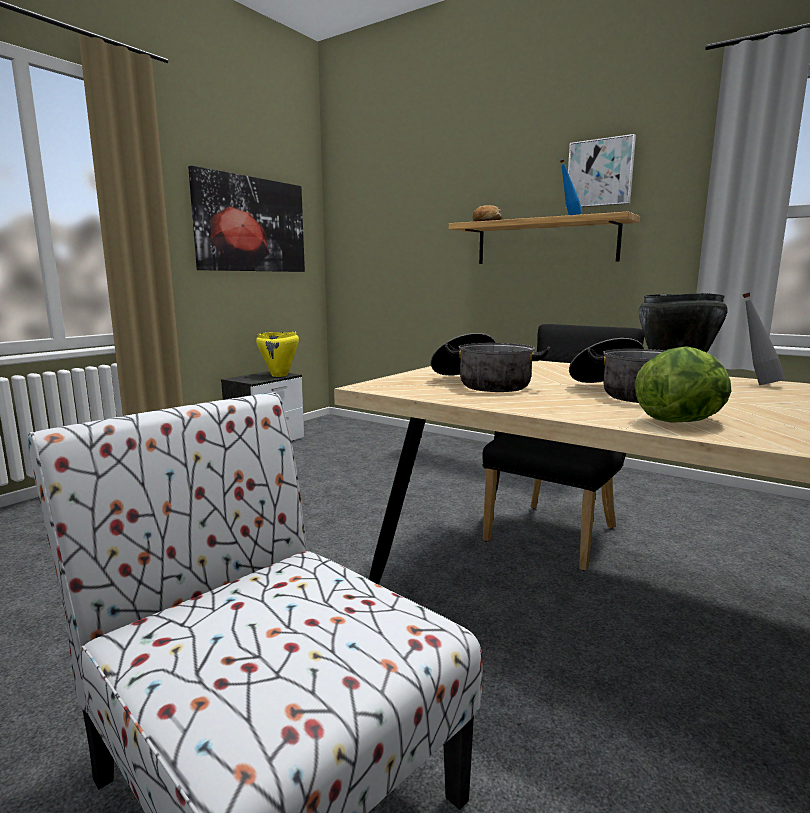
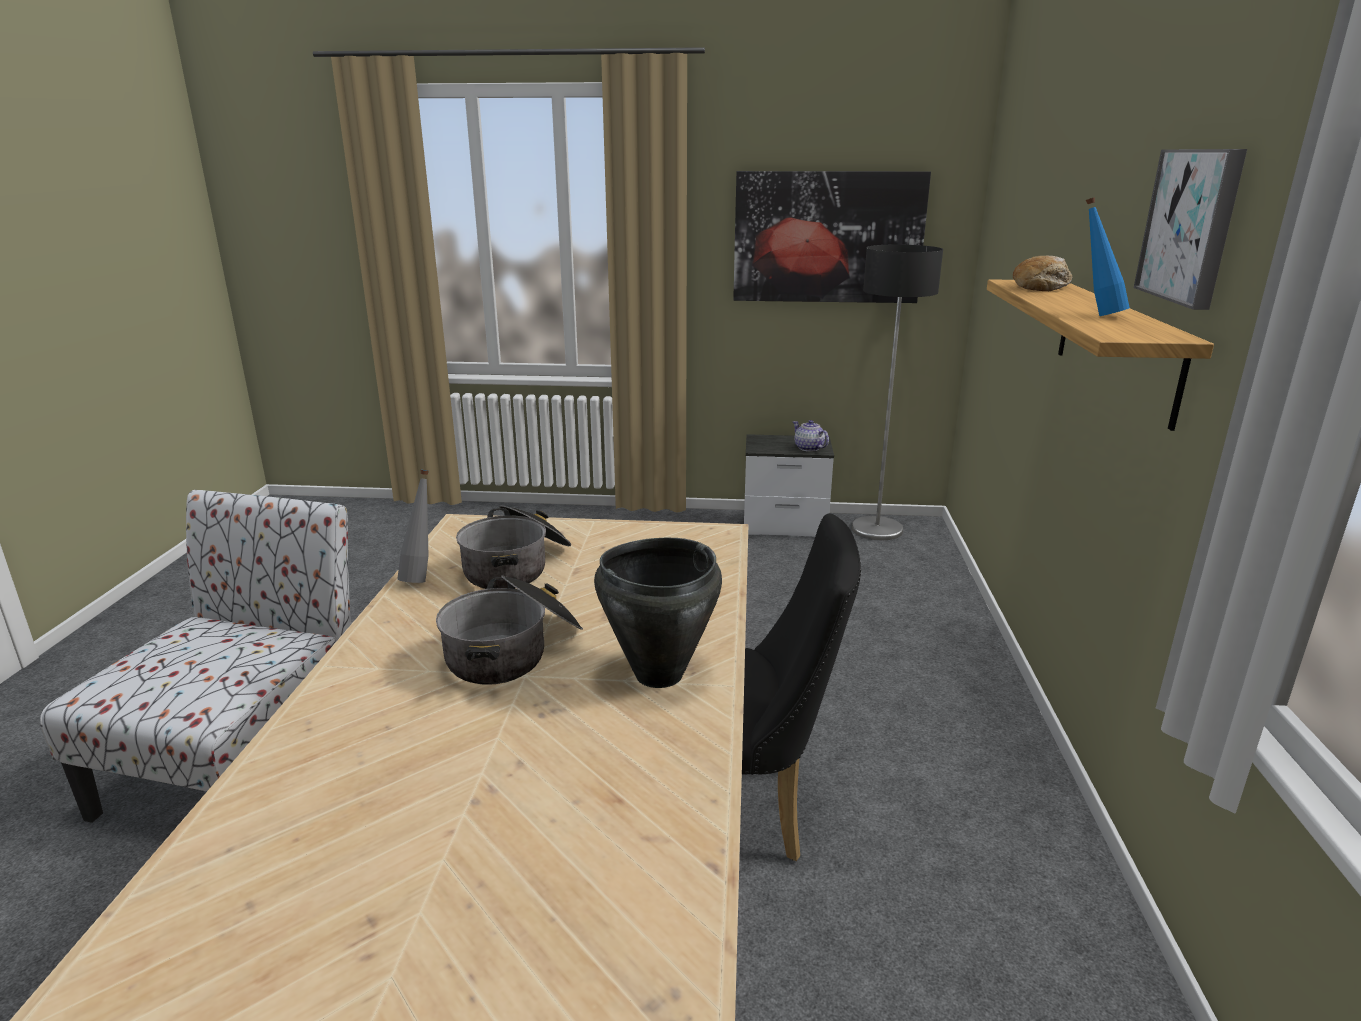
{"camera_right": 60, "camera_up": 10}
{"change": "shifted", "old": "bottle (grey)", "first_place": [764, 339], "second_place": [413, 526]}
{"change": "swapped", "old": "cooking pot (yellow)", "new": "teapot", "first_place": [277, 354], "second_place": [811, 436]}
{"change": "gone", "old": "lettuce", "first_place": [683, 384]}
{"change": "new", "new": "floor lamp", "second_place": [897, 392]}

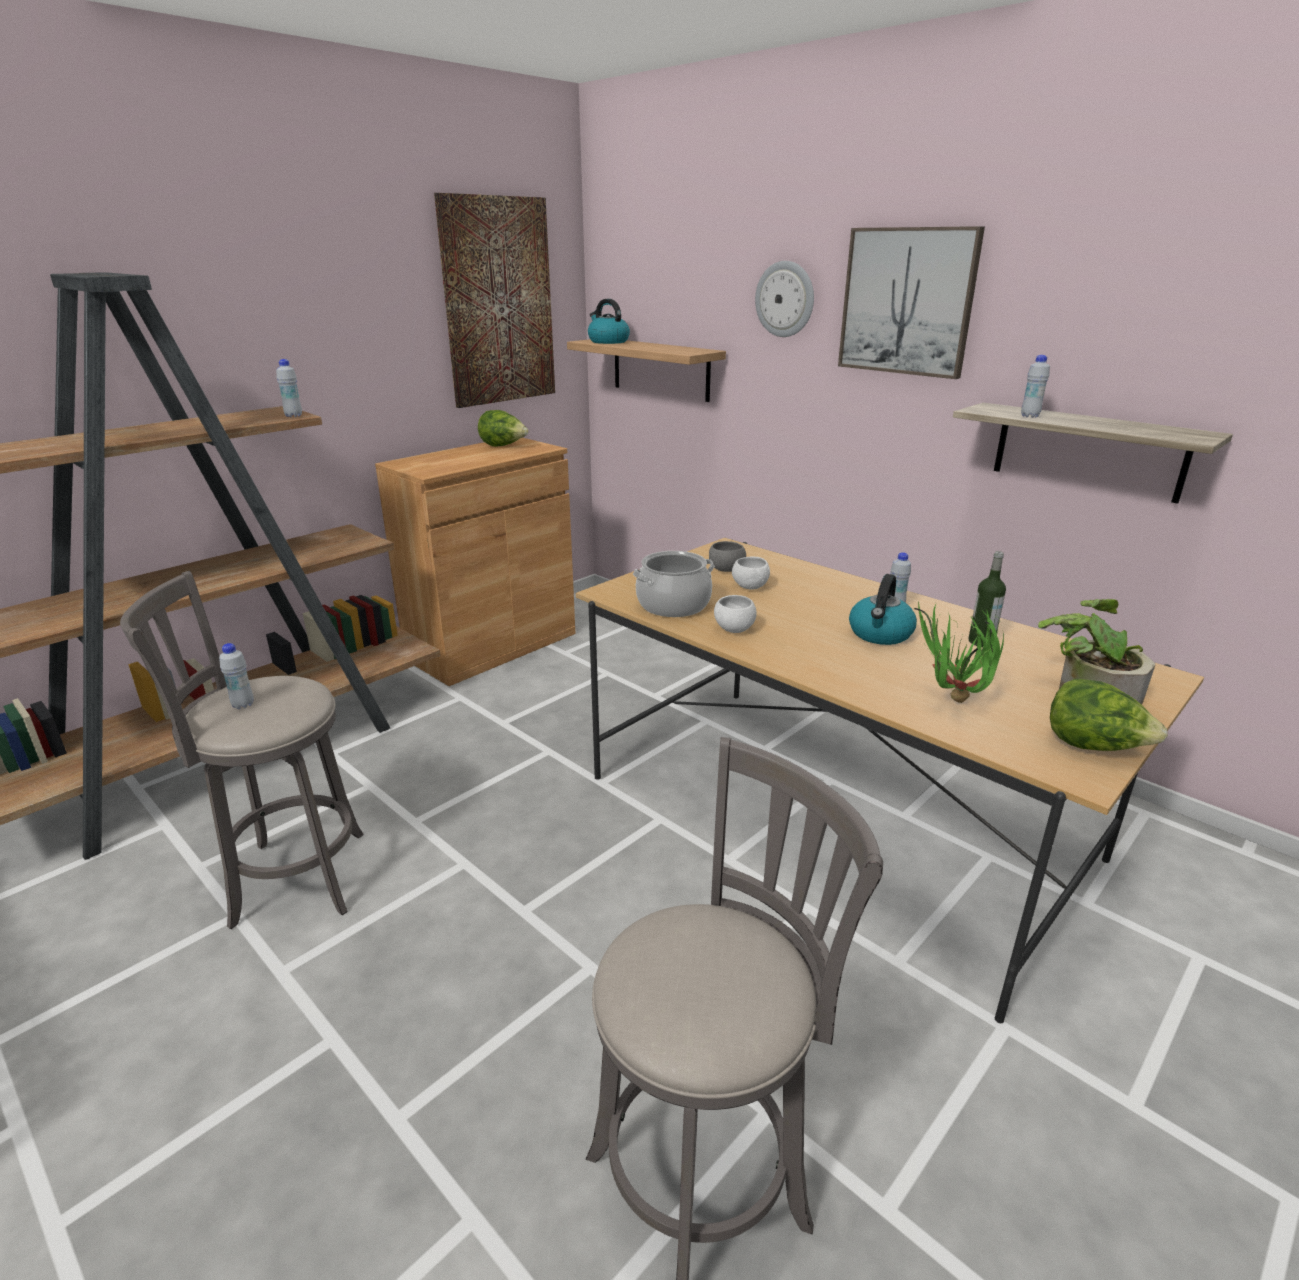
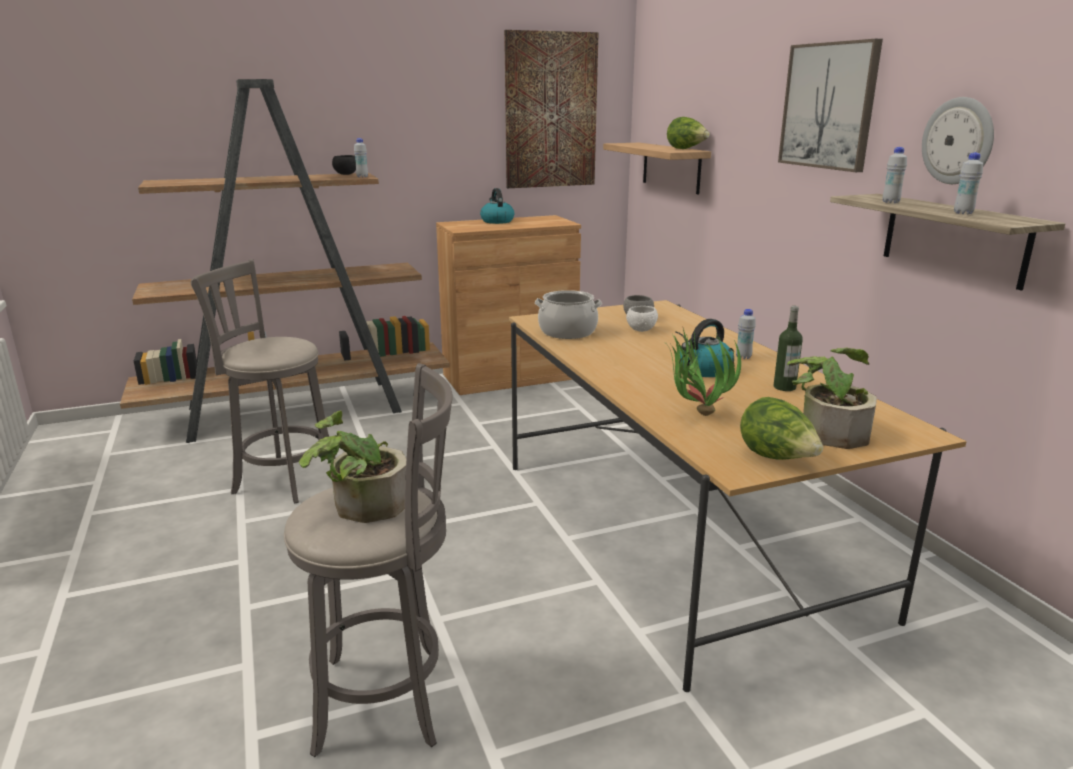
{"camera_right": 25, "camera_up": -5}
{"change": "shifted", "old": "wall clock", "first_place": [784, 299], "second_place": [958, 140]}
{"change": "shifted", "old": "kettle", "first_place": [609, 321], "second_place": [497, 206]}
{"change": "shifted", "old": "lettuce", "first_place": [503, 428], "second_place": [688, 133]}
{"change": "gone", "old": "bowl (white)", "first_place": [735, 614]}
{"change": "shifted", "old": "bottle (white)", "first_place": [236, 676], "second_place": [968, 183]}
{"change": "new", "new": "bowl (black)", "second_place": [344, 165]}
{"change": "new", "new": "potted plant", "second_place": [352, 467]}

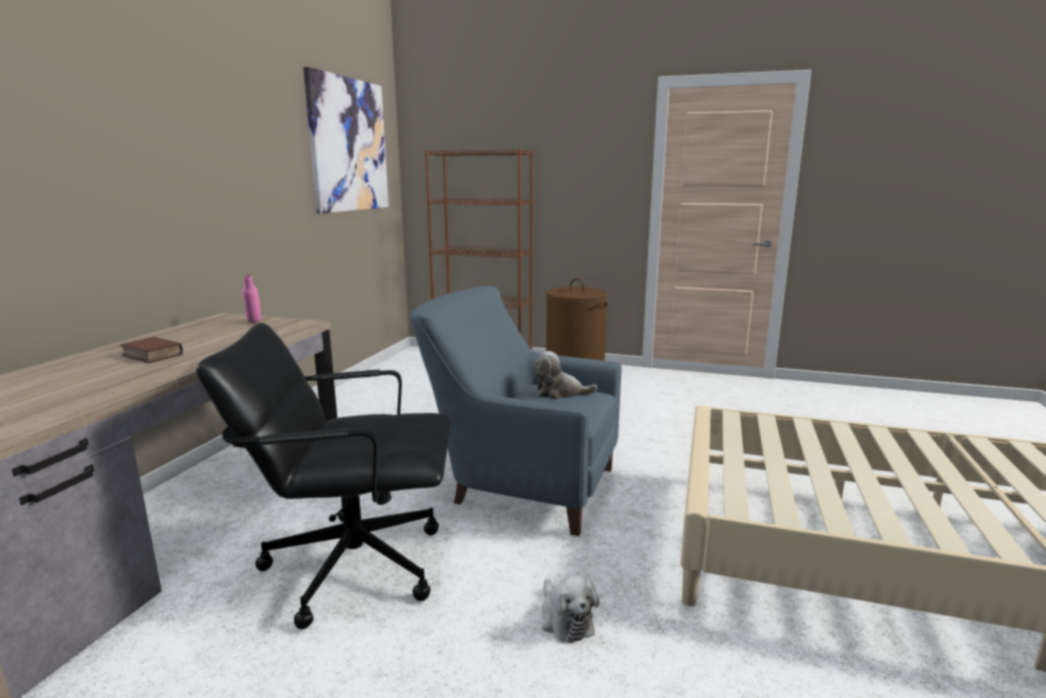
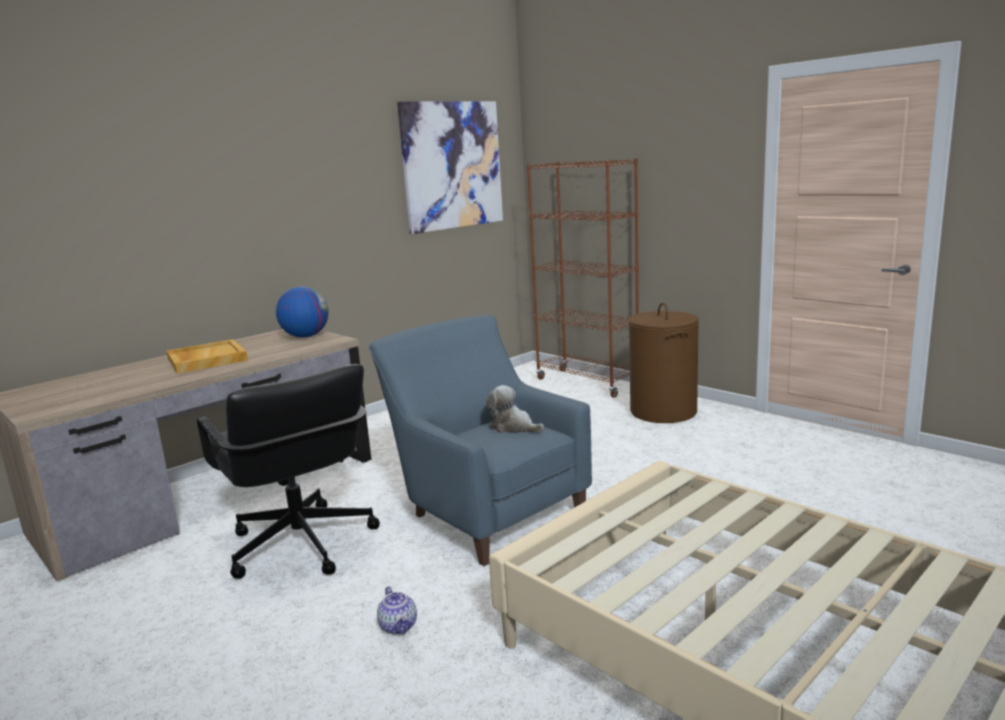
{"camera_right": 30, "camera_up": 0}
{"change": "swapped", "old": "bottle (pink)", "new": "globe", "first_place": [251, 298], "second_place": [302, 312]}
{"change": "rotated", "old": "office chair (black)", "first_place": [323, 476], "second_place": [288, 471], "degrees": -150}
{"change": "swapped", "old": "book", "new": "tray (beige)", "first_place": [151, 350], "second_place": [207, 356]}
{"change": "swapped", "old": "plush toy", "new": "teapot", "first_place": [570, 609], "second_place": [397, 610]}

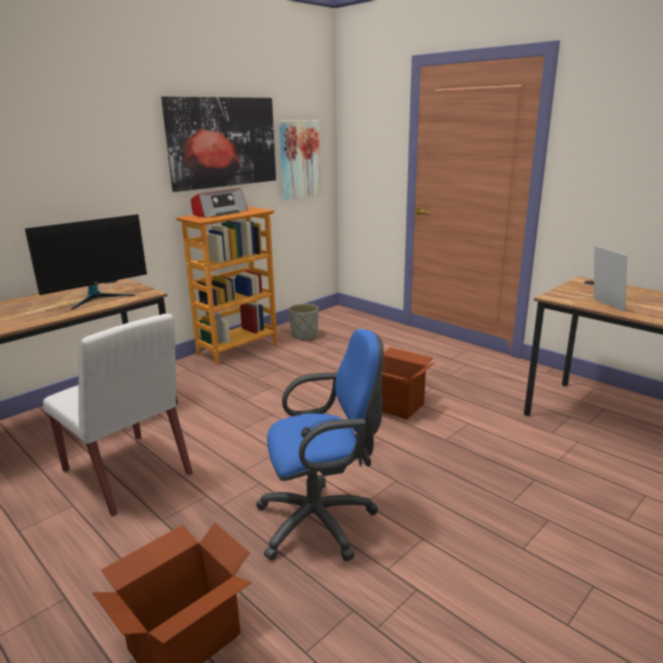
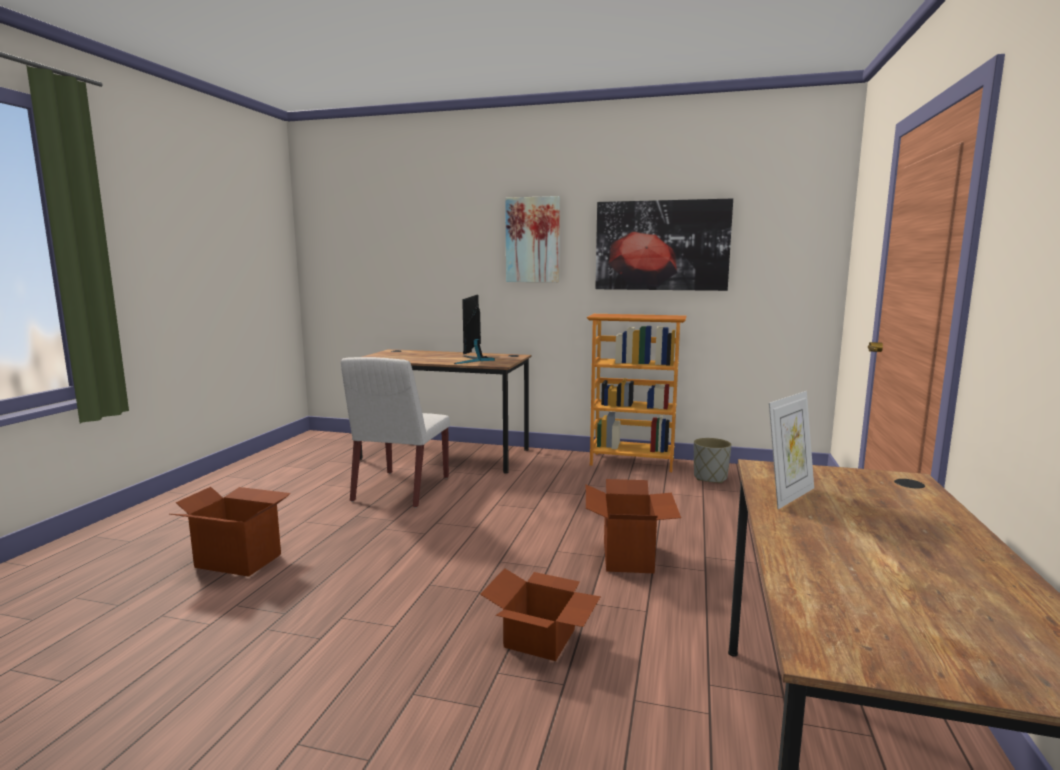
{"camera_right": 60, "camera_up": -10}
{"change": "shifted", "old": "picture", "first_place": [299, 160], "second_place": [532, 239]}
{"change": "gone", "old": "radio", "first_place": [219, 203]}
{"change": "rotated", "old": "monitor", "first_place": [86, 262], "second_place": [474, 329], "degrees": 75}
{"change": "gone", "old": "office chair (blue)", "first_place": [320, 445]}
{"change": "new", "new": "cardboard box", "second_place": [540, 614]}

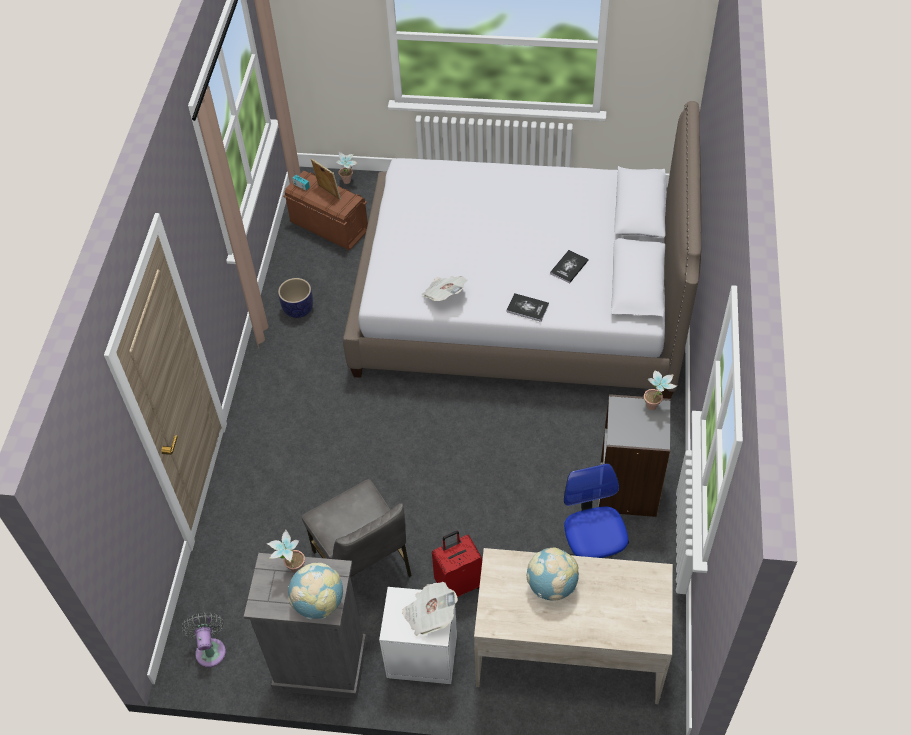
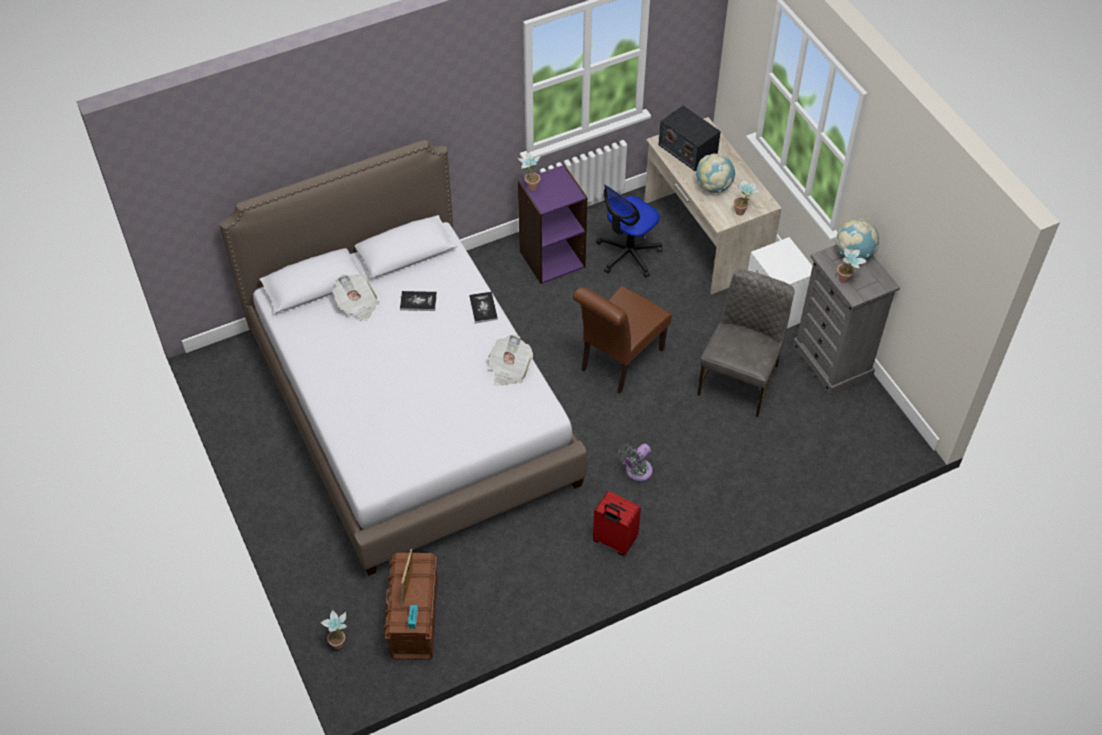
{"camera_right": -125, "camera_up": 0}
{"change": "gone", "old": "planter", "first_place": [295, 298]}
{"change": "repainted", "old": "bookcase (grey)", "new": "bookcase (purple)", "first_place": [635, 455], "second_place": [552, 224]}
{"change": "shifted", "old": "suitcase (red)", "first_place": [457, 564], "second_place": [617, 523]}
{"change": "shifted", "old": "newspaper", "first_place": [430, 609], "second_place": [356, 297]}
{"change": "shifted", "old": "fan (grey)", "first_place": [204, 640], "second_place": [635, 463]}
{"change": "new", "new": "radio", "second_place": [690, 138]}
{"change": "new", "new": "potted plant", "second_place": [747, 197]}
{"change": "new", "new": "chair (brown)", "second_place": [622, 340]}

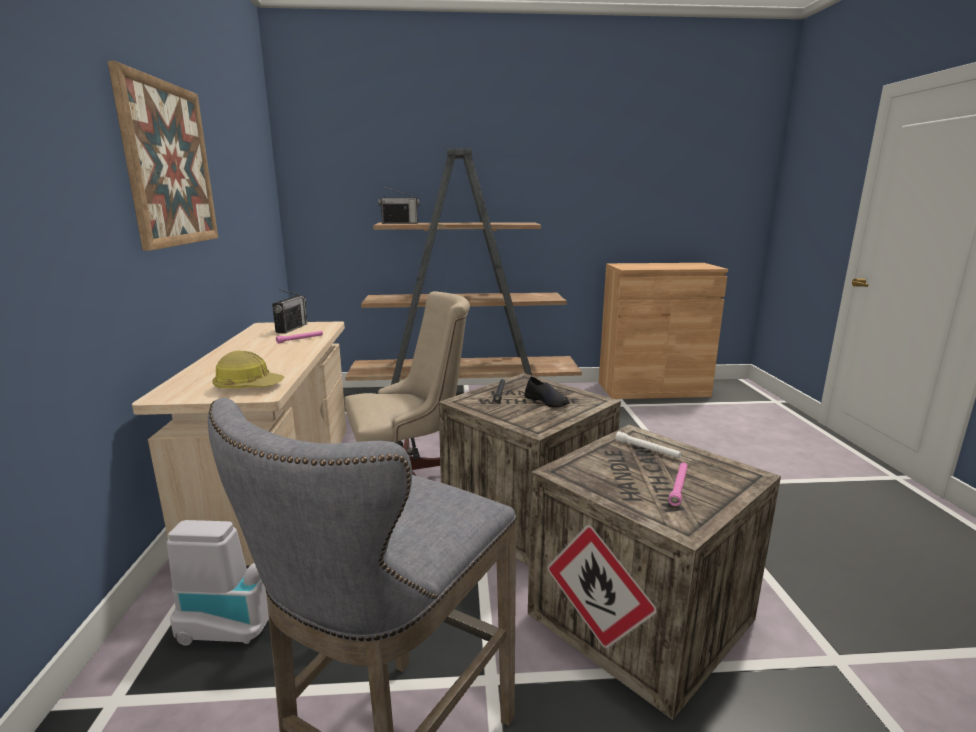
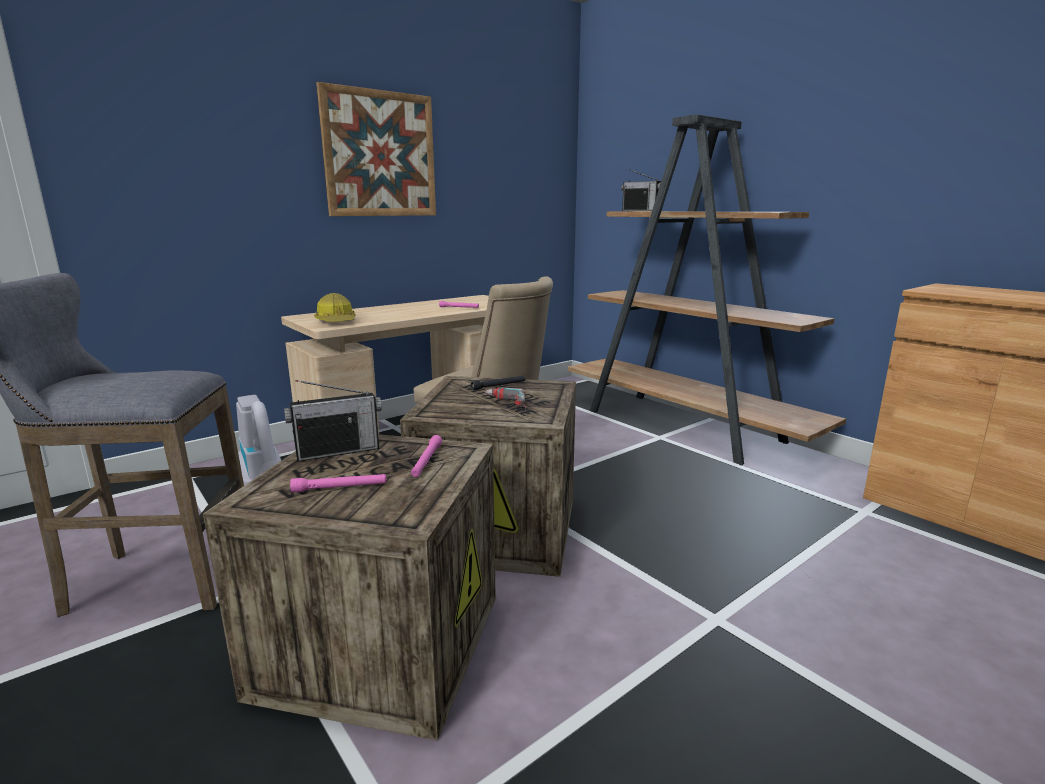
{"camera_right": 55, "camera_up": 0}
{"change": "shifted", "old": "radio", "first_place": [289, 311], "second_place": [333, 421]}
{"change": "swapped", "old": "shoe (black)", "new": "power drill", "first_place": [547, 391], "second_place": [506, 398]}
{"change": "repainted", "old": "flashlight (white)", "new": "flashlight (pink)", "first_place": [648, 444], "second_place": [426, 456]}

